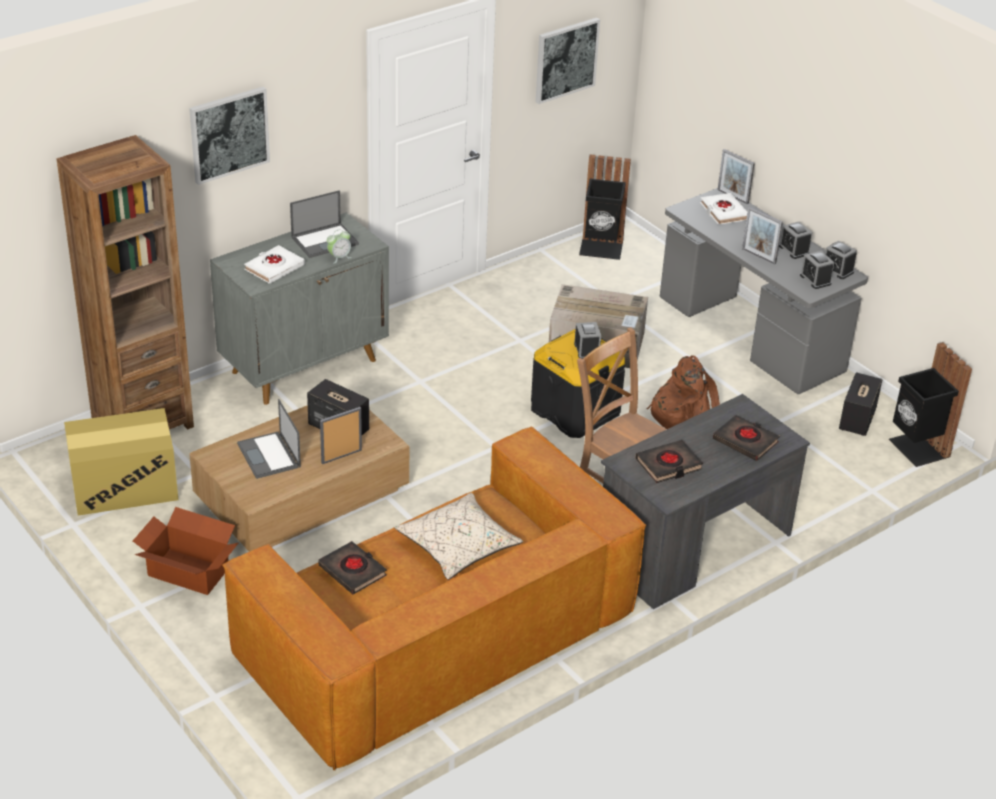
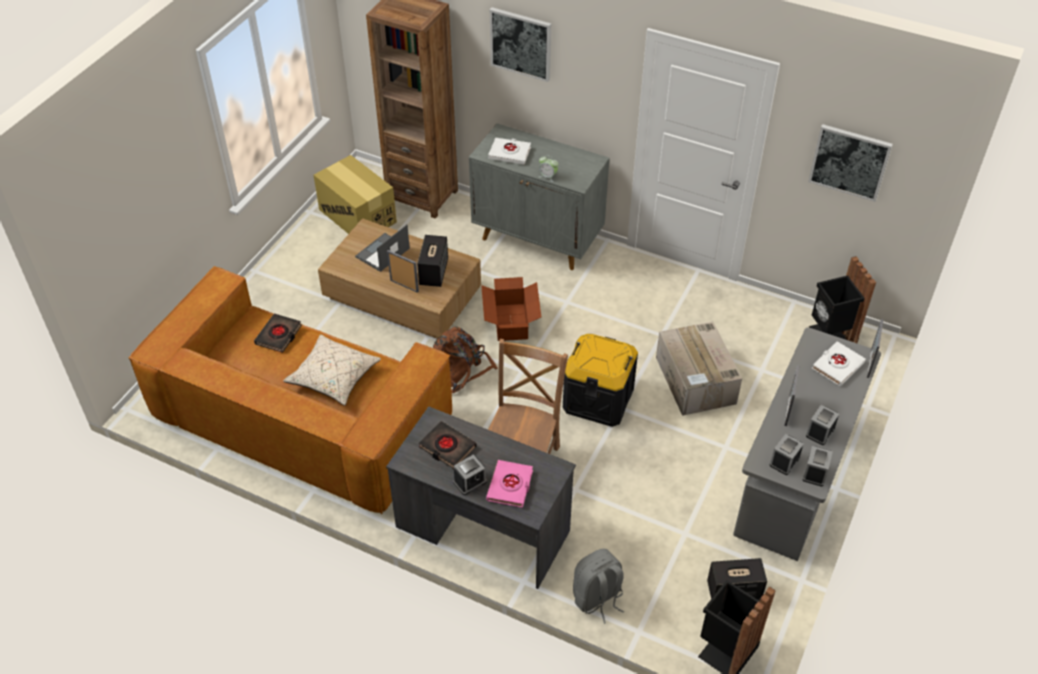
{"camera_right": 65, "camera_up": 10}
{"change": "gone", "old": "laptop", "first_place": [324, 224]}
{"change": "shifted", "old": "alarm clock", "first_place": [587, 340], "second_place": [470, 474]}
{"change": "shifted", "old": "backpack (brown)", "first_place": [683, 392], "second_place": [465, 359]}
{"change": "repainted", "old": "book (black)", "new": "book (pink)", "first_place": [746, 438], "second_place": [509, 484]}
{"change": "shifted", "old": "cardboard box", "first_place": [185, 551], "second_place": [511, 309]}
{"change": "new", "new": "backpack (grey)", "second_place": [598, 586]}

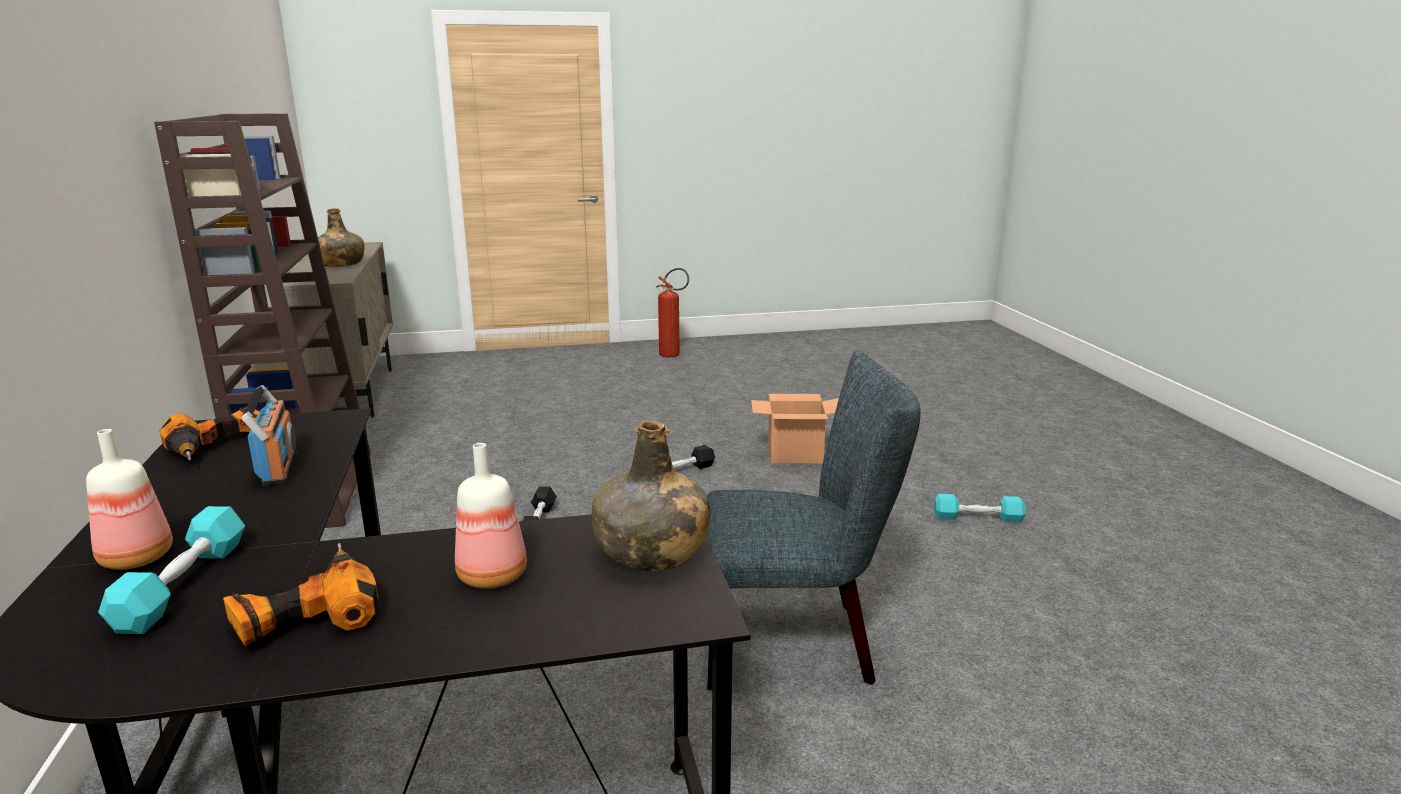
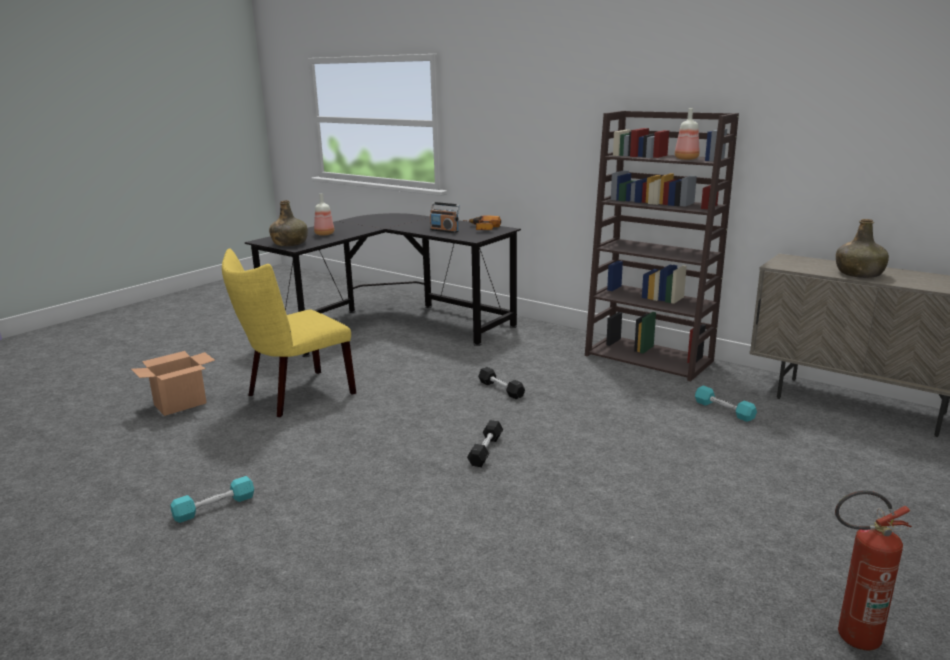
{"camera_right": 140, "camera_up": 0}
{"change": "repainted", "old": "chair (grey)", "new": "chair (yellow)", "first_place": [813, 520], "second_place": [289, 332]}
{"change": "shifted", "old": "cardboard box", "first_place": [795, 428], "second_place": [173, 383]}
{"change": "shifted", "old": "bottle", "first_place": [129, 499], "second_place": [687, 134]}
{"change": "shifted", "old": "dumbbell (turquoise)", "first_place": [171, 570], "second_place": [726, 403]}
{"change": "gone", "old": "power drill", "first_place": [300, 594]}

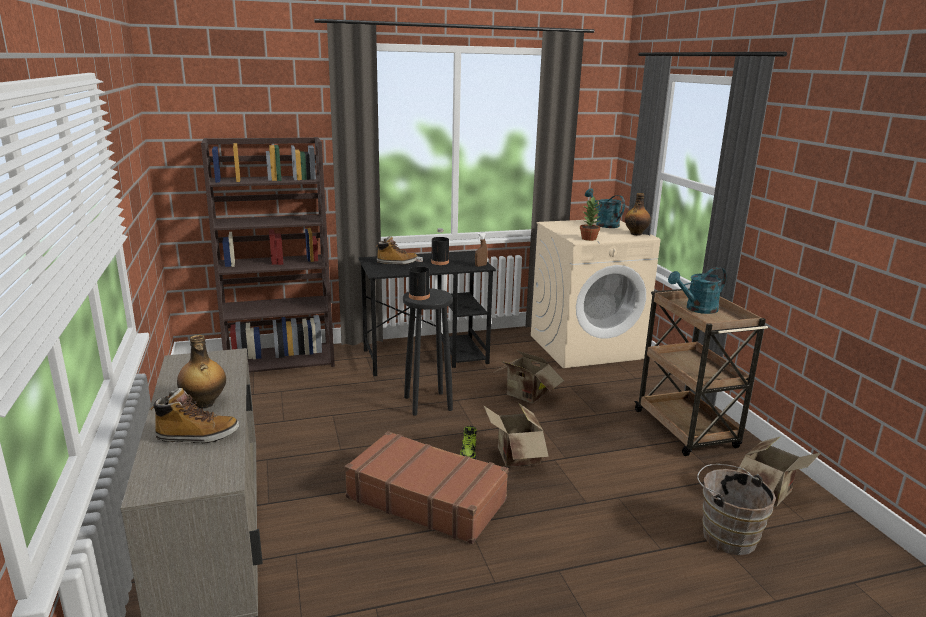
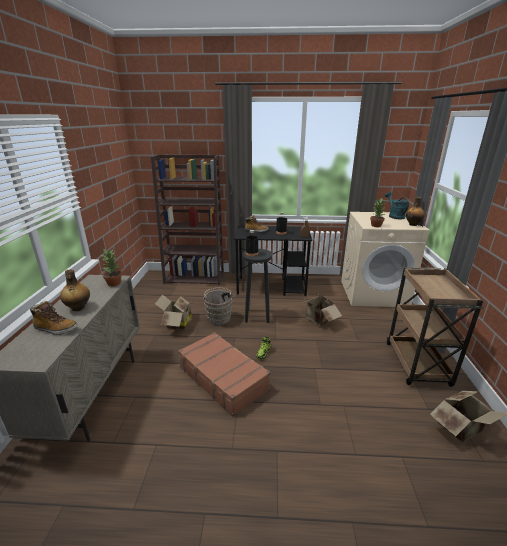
{"camera_right": 20, "camera_up": 5}
{"change": "gone", "old": "watering can (turquoise)", "first_place": [697, 290]}
{"change": "shifted", "old": "cardboard box", "first_place": [516, 435], "second_place": [173, 312]}
{"change": "shifted", "old": "bucket (brown)", "first_place": [736, 509], "second_place": [218, 306]}
{"change": "new", "new": "potted plant", "second_place": [111, 267]}

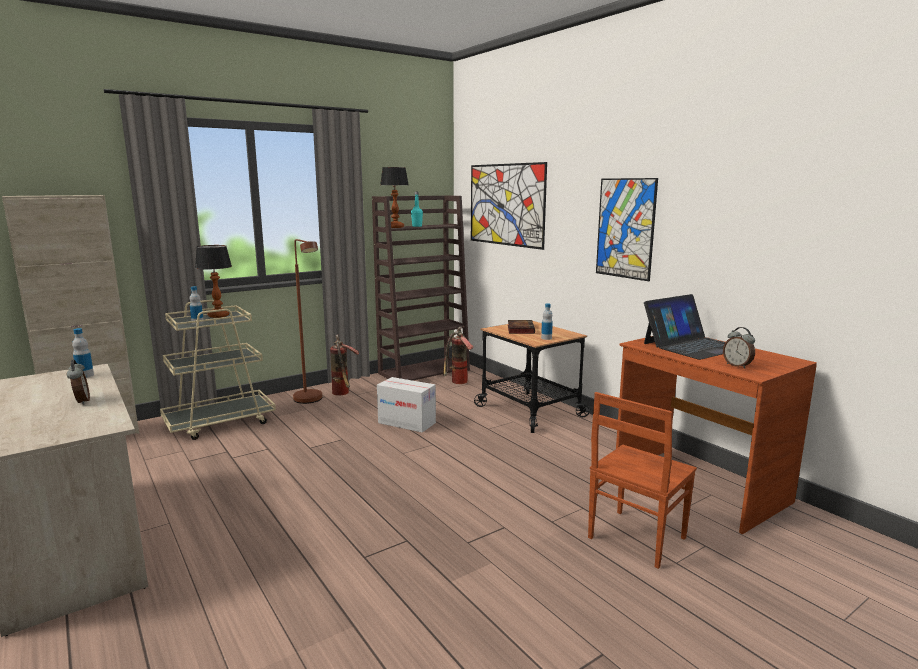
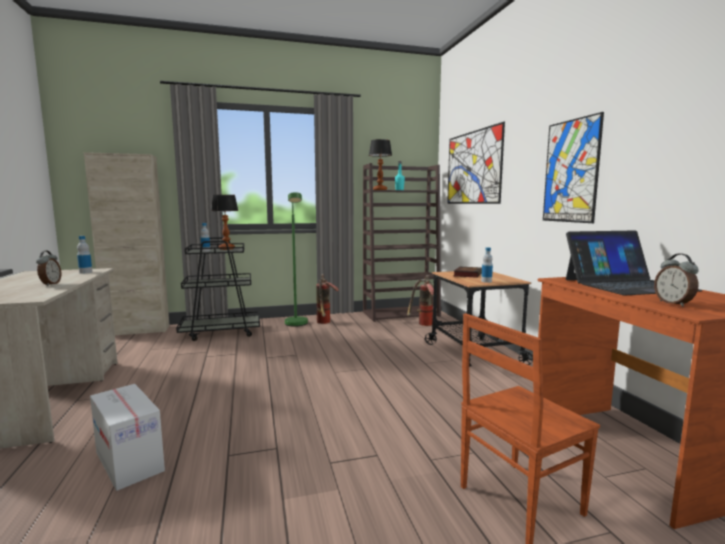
{"camera_right": 20, "camera_up": -5}
{"change": "repainted", "old": "floor lamp (brown)", "new": "floor lamp (green)", "first_place": [307, 321], "second_place": [296, 259]}
{"change": "repainted", "old": "cart (beige)", "new": "cart (black)", "first_place": [218, 370], "second_place": [218, 289]}
{"change": "shifted", "old": "cardboard box", "first_place": [406, 405], "second_place": [127, 437]}

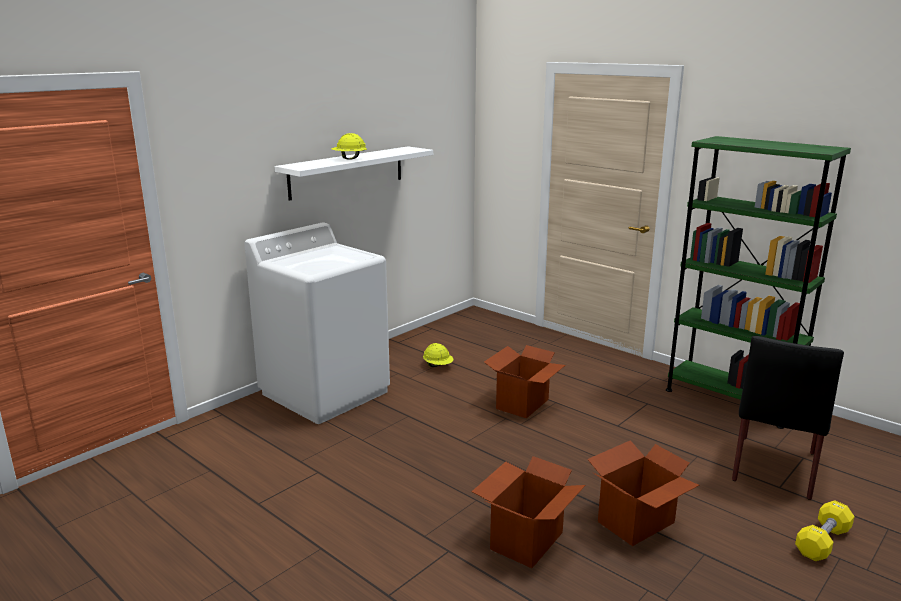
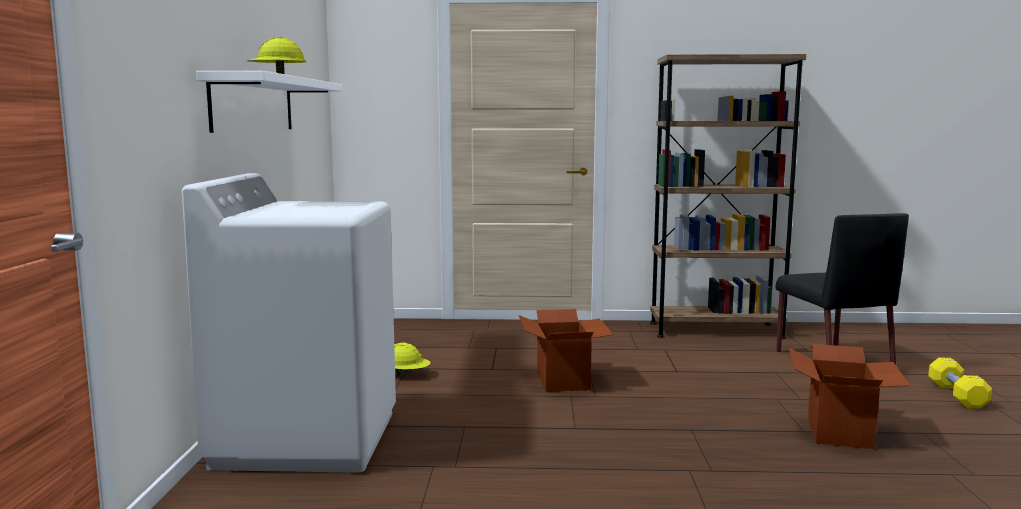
{"camera_right": -40, "camera_up": -10}
{"change": "repainted", "old": "bookcase (green)", "new": "bookcase (brown)", "first_place": [758, 282], "second_place": [728, 196]}
{"change": "gone", "old": "cardboard box", "first_place": [529, 512]}

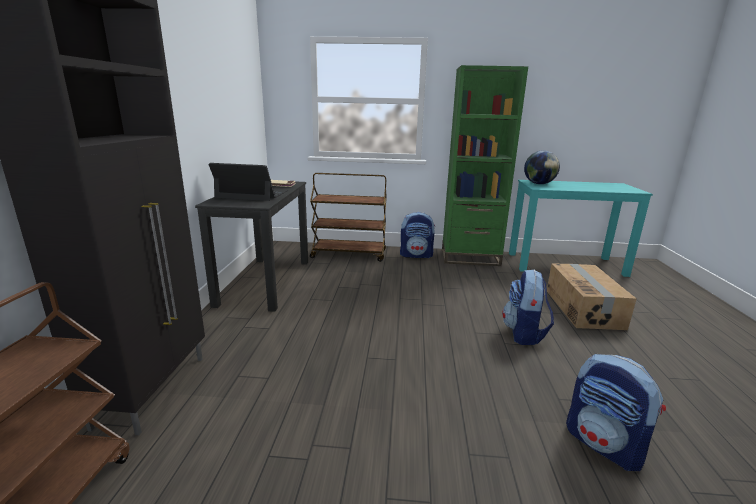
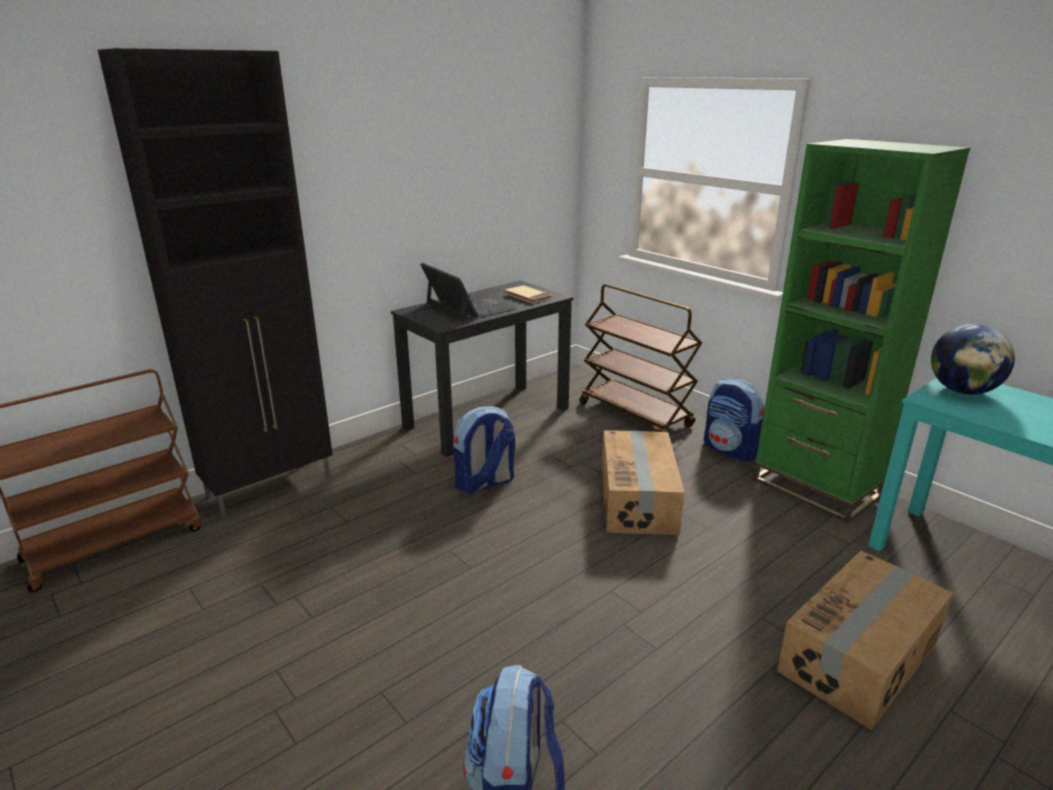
{"camera_right": 45, "camera_up": 5}
{"change": "shifted", "old": "backpack", "first_place": [528, 307], "second_place": [484, 450]}
{"change": "new", "new": "cardboard box", "second_place": [643, 482]}

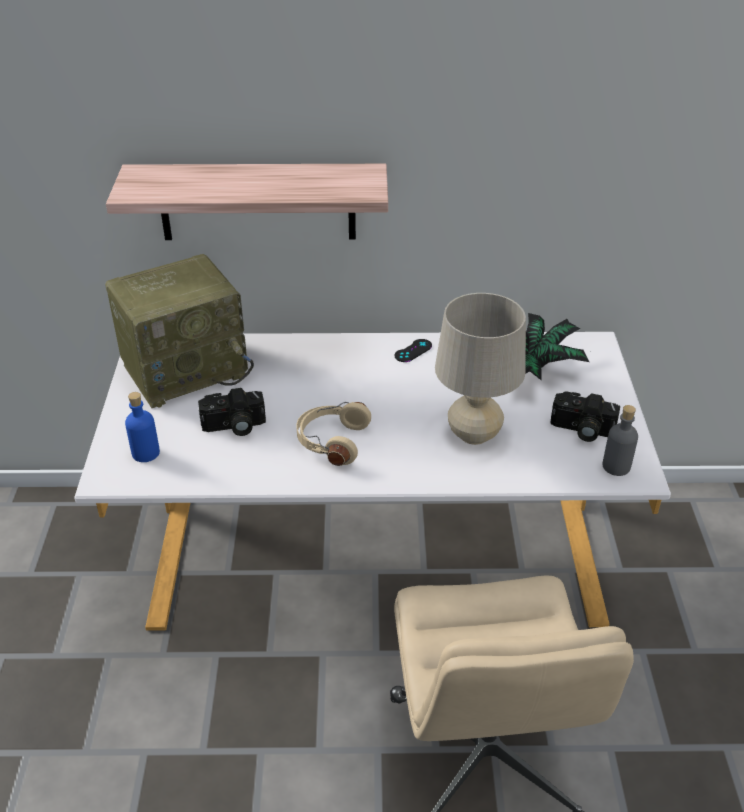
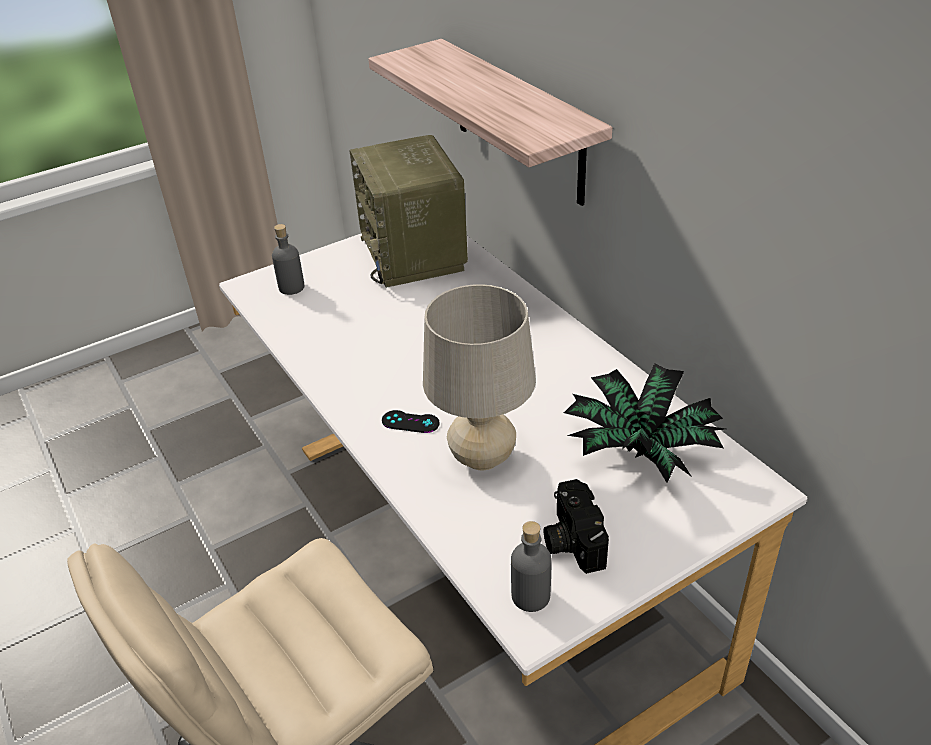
{"camera_right": 60, "camera_up": 0}
{"change": "rotated", "old": "radio", "first_place": [179, 331], "second_place": [409, 211], "degrees": 45}
{"change": "shifted", "old": "game controller (black)", "first_place": [413, 350], "second_place": [411, 421]}
{"change": "gone", "old": "photo camera", "first_place": [232, 412]}
{"change": "repainted", "old": "bottle (blue)", "new": "bottle (grey)", "first_place": [142, 427], "second_place": [288, 259]}
{"change": "gone", "old": "headphones (beige)", "first_place": [333, 434]}

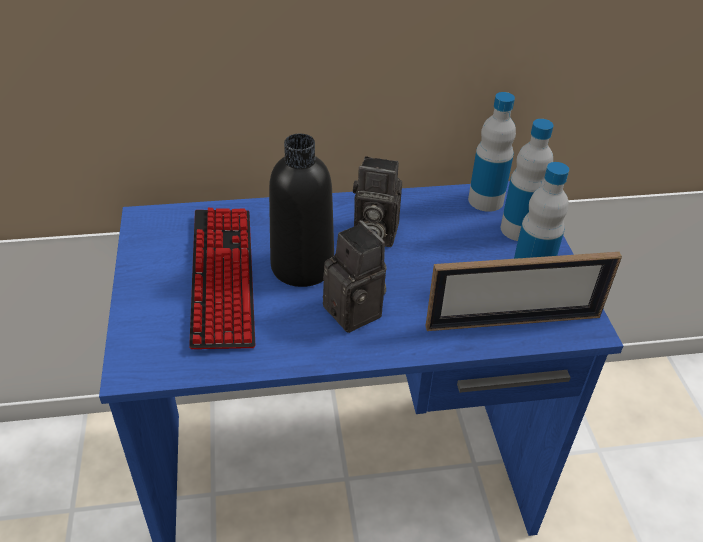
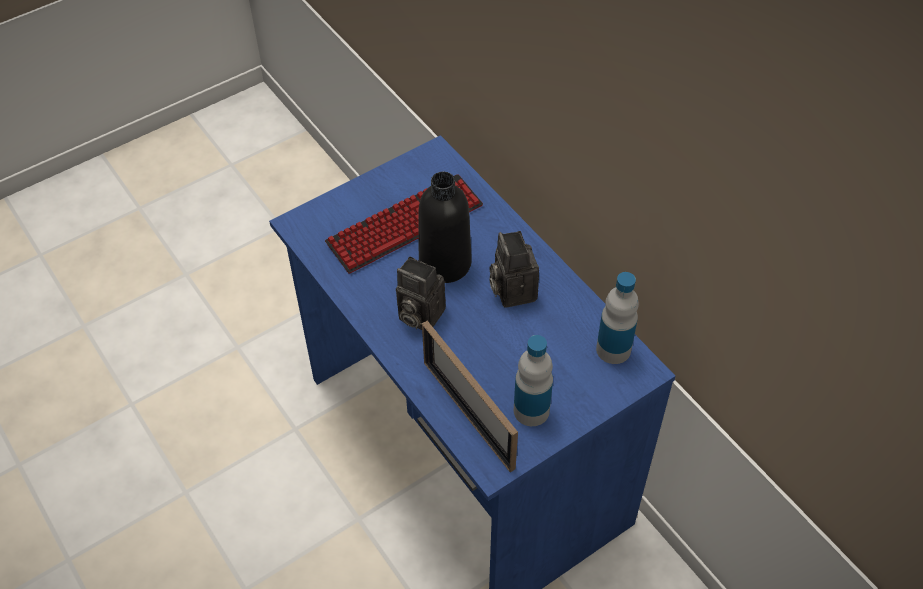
{"camera_right": 65, "camera_up": 10}
{"change": "gone", "old": "bottle", "first_place": [527, 180]}
{"change": "rotated", "old": "photo camera", "first_place": [355, 276], "second_place": [421, 293], "degrees": 90}

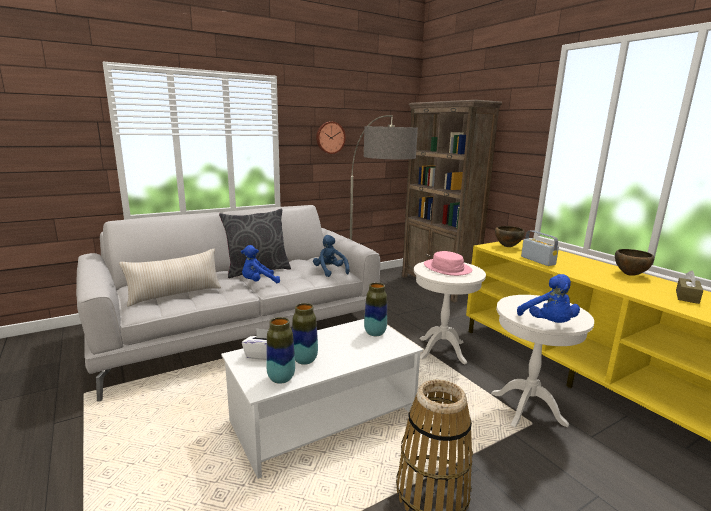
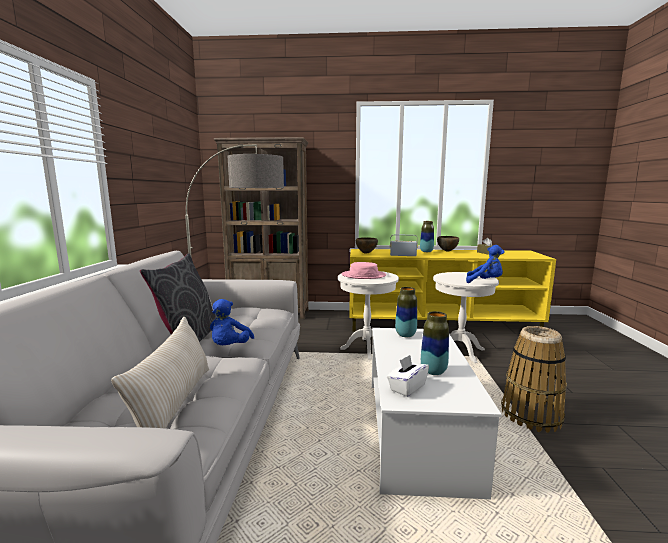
{"camera_right": -55, "camera_up": -5}
{"change": "gone", "old": "wall clock", "first_place": [331, 138]}
{"change": "gone", "old": "plush toy (blue)", "first_place": [331, 256]}
{"change": "shifted", "old": "vase", "first_place": [280, 350], "second_place": [427, 236]}

